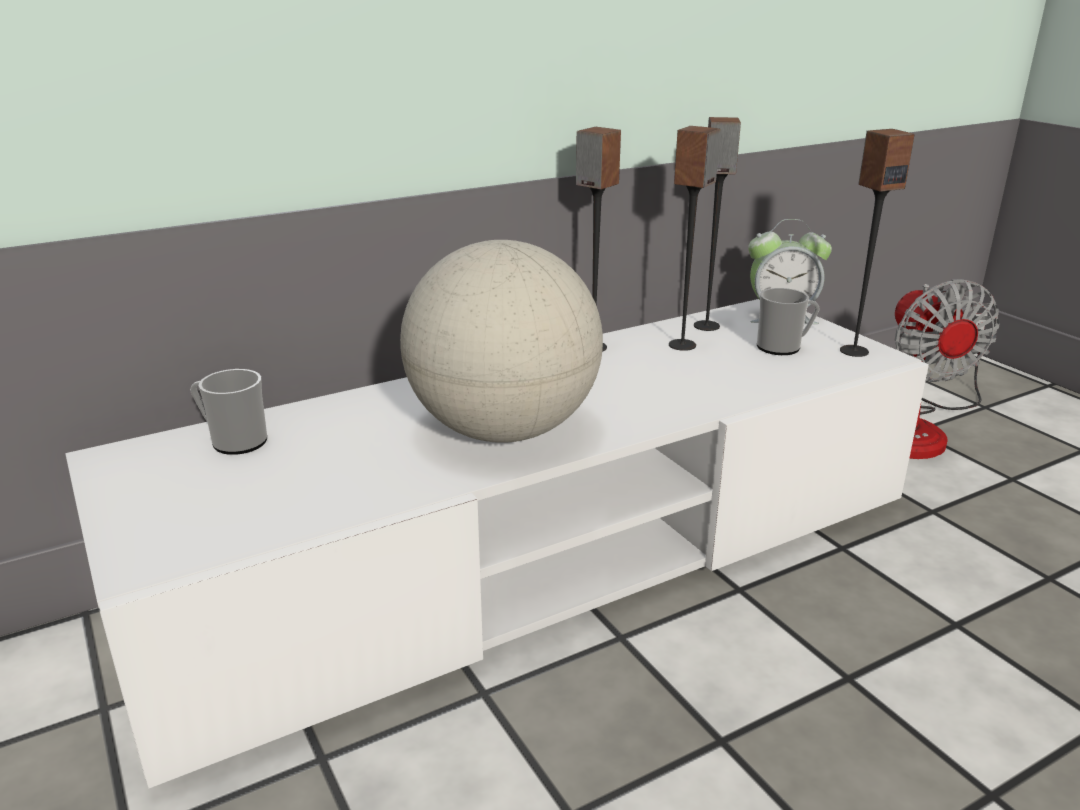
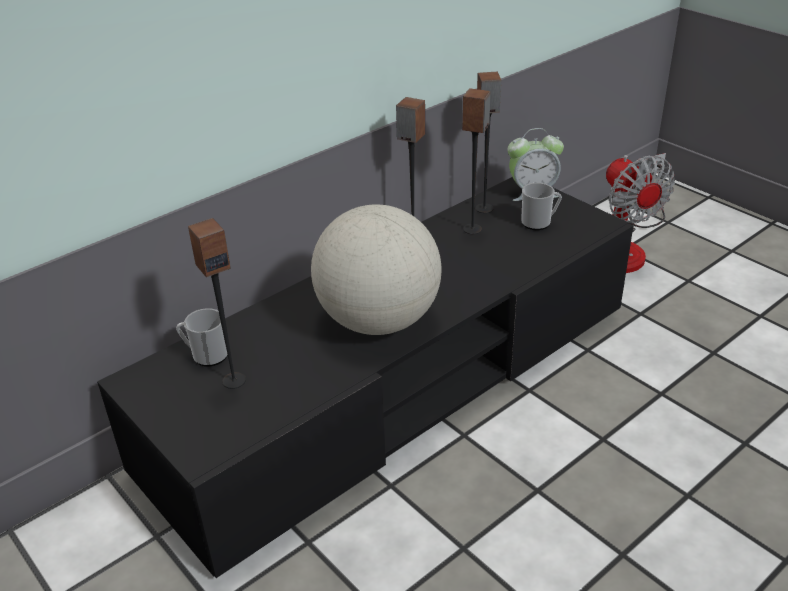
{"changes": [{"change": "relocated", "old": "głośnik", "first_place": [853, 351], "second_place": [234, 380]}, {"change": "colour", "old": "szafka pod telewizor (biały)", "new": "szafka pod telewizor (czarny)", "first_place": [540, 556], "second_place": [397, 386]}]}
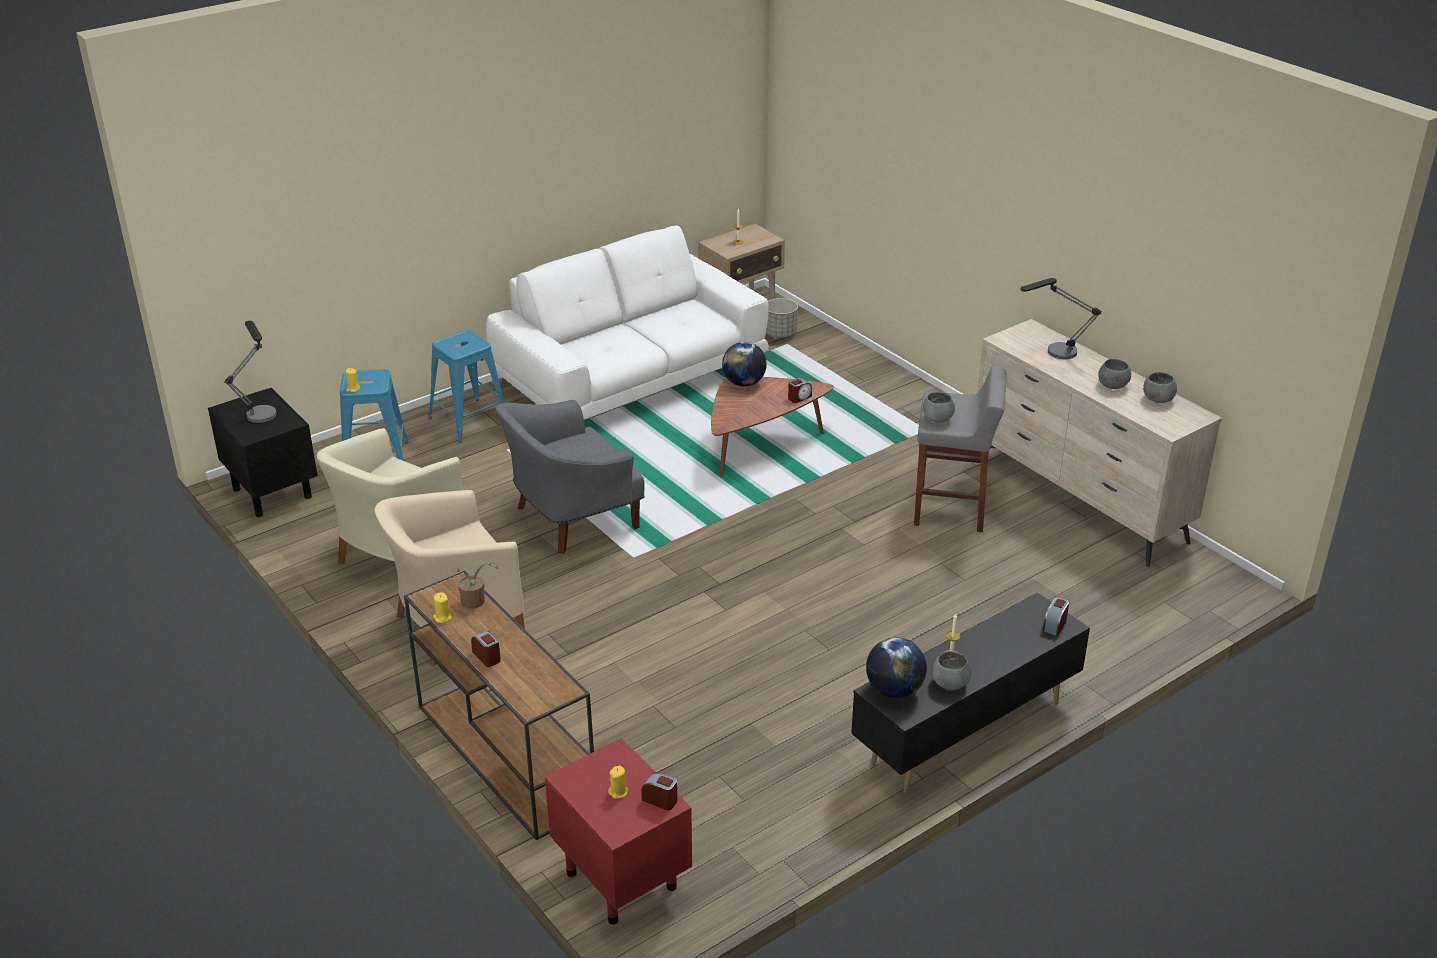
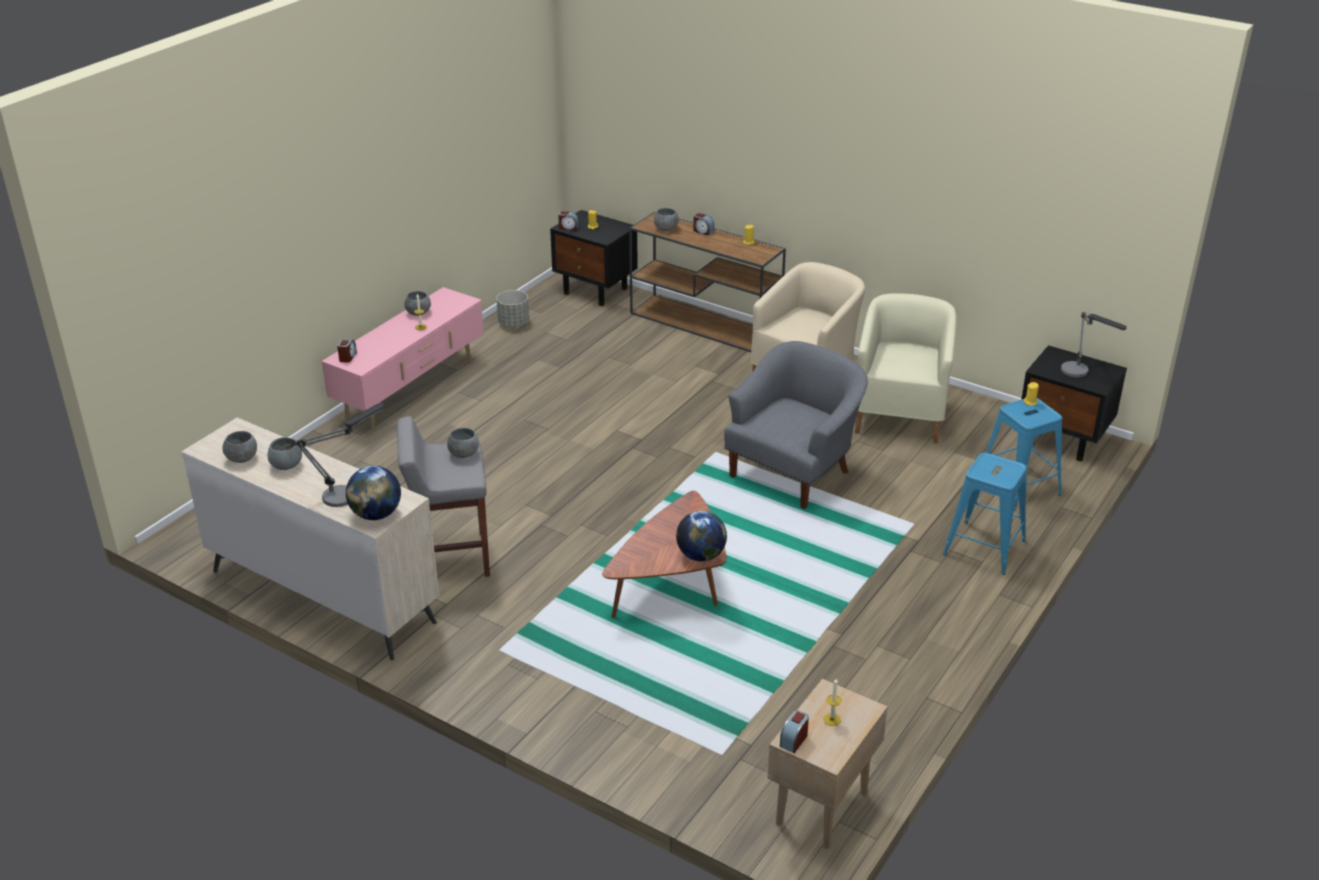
{"changes": [{"change": "missing", "old": "roślina doniczkowa", "first_place": [475, 603]}, {"change": "missing", "old": "kanapa (biały)", "first_place": [631, 377]}, {"change": "appeared", "new": "miska (szary)", "second_place": [665, 229]}, {"change": "relocated", "old": "donica (szary)", "first_place": [780, 333], "second_place": [514, 323]}, {"change": "relocated", "old": "budzik", "first_place": [799, 397], "second_place": [794, 740]}, {"change": "relocated", "old": "globus", "first_place": [894, 690], "second_place": [376, 514]}, {"change": "colour", "old": "szafka nocna (czerwony)", "new": "szafka nocna (czarny)", "first_place": [620, 879], "second_place": [596, 291]}, {"change": "colour", "old": "szafka pod telewizor (czarny)", "new": "szafka pod telewizor (różowy)", "first_place": [964, 733], "second_place": [411, 389]}]}
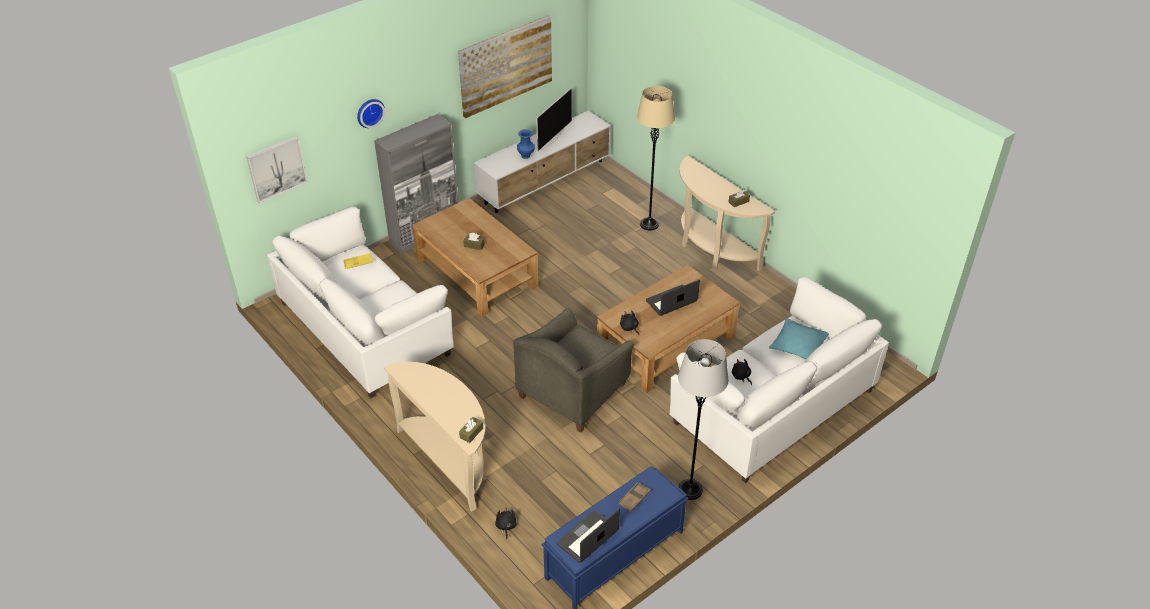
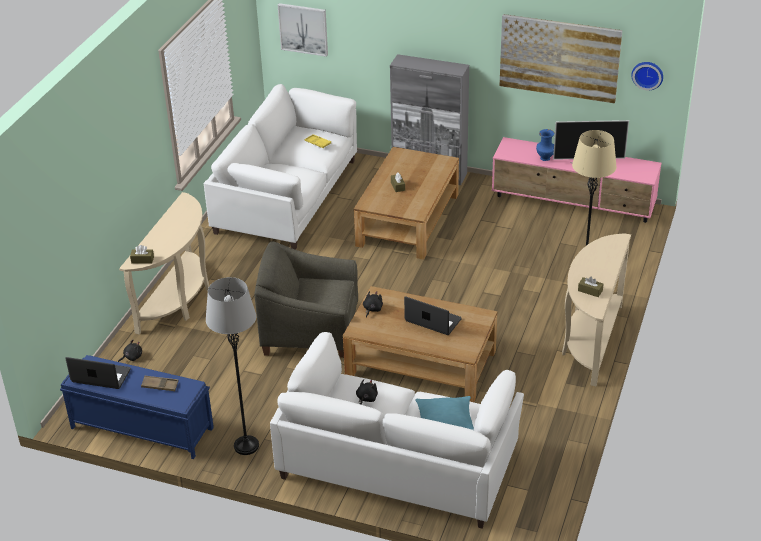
{"changes": [{"change": "relocated", "old": "zegar ścienny", "first_place": [369, 112], "second_place": [647, 74]}, {"change": "colour", "old": "szafka pod telewizor (biały)", "new": "szafka pod telewizor (różowy)", "first_place": [545, 182], "second_place": [573, 204]}]}
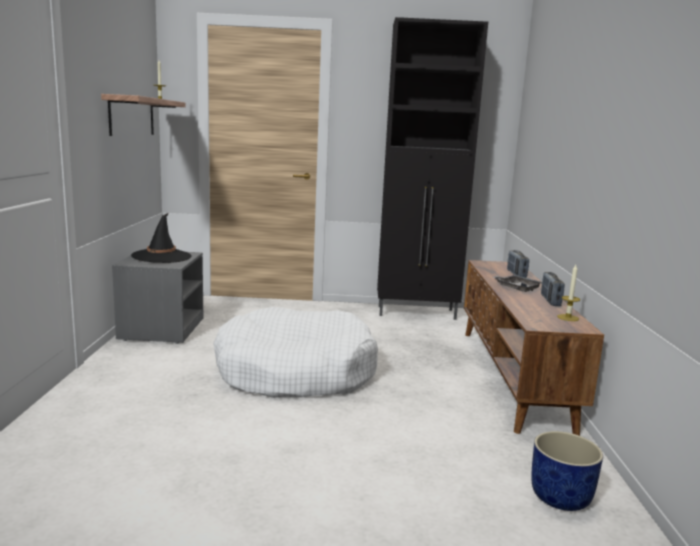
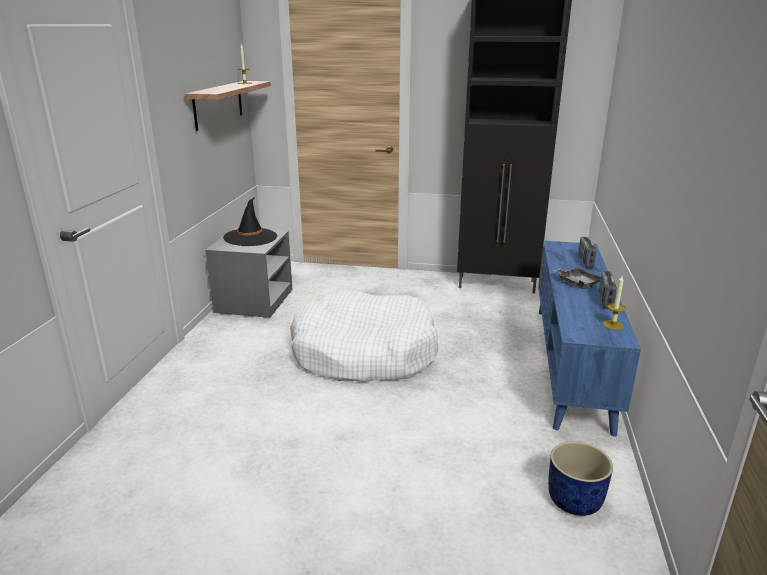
{"changes": [{"change": "colour", "old": "szafka pod telewizor (brązowy)", "new": "szafka pod telewizor (niebieski)", "first_place": [512, 376], "second_place": [571, 364]}]}
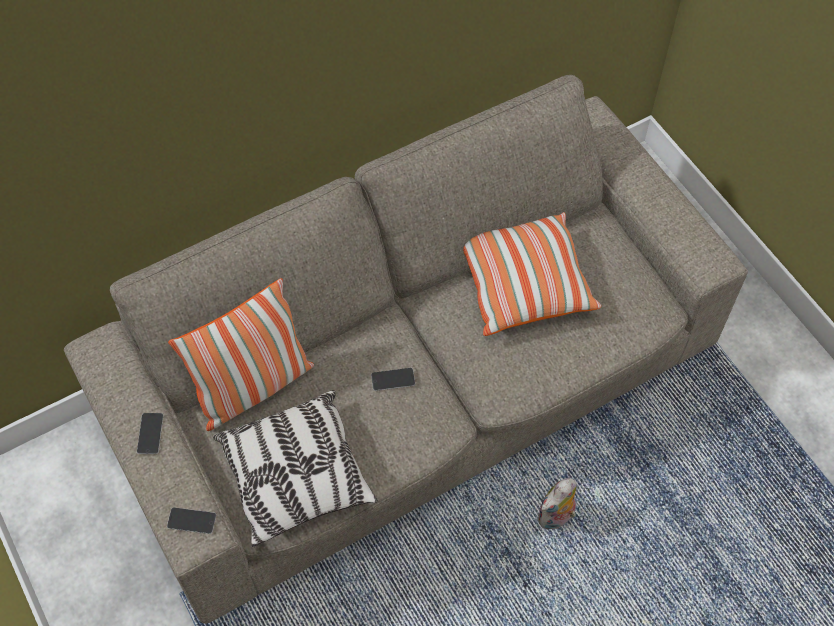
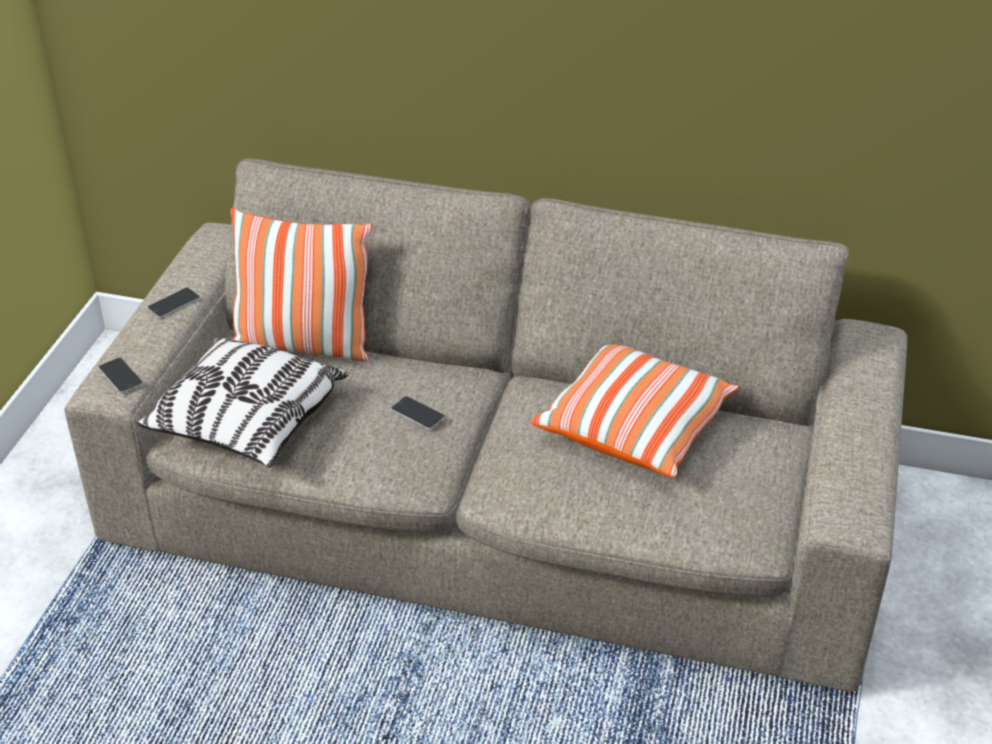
{"changes": [{"change": "missing", "old": "pluszak", "first_place": [556, 518]}]}
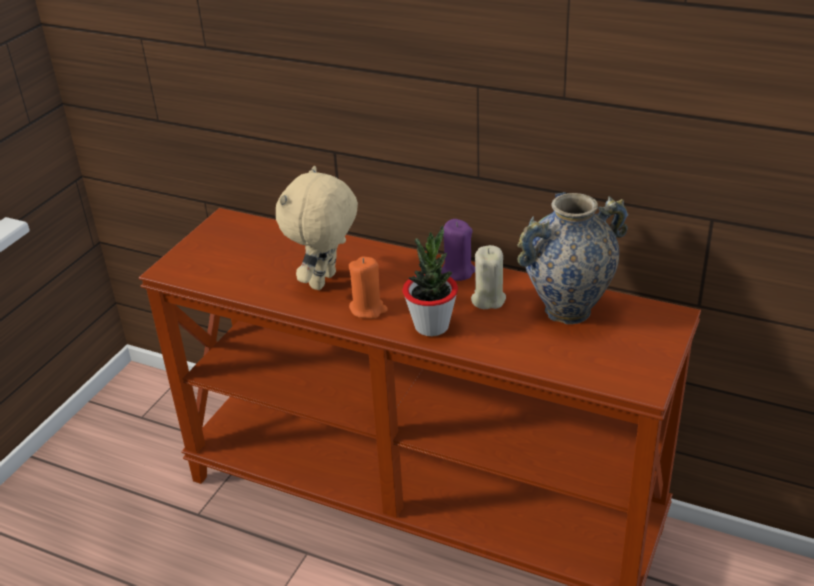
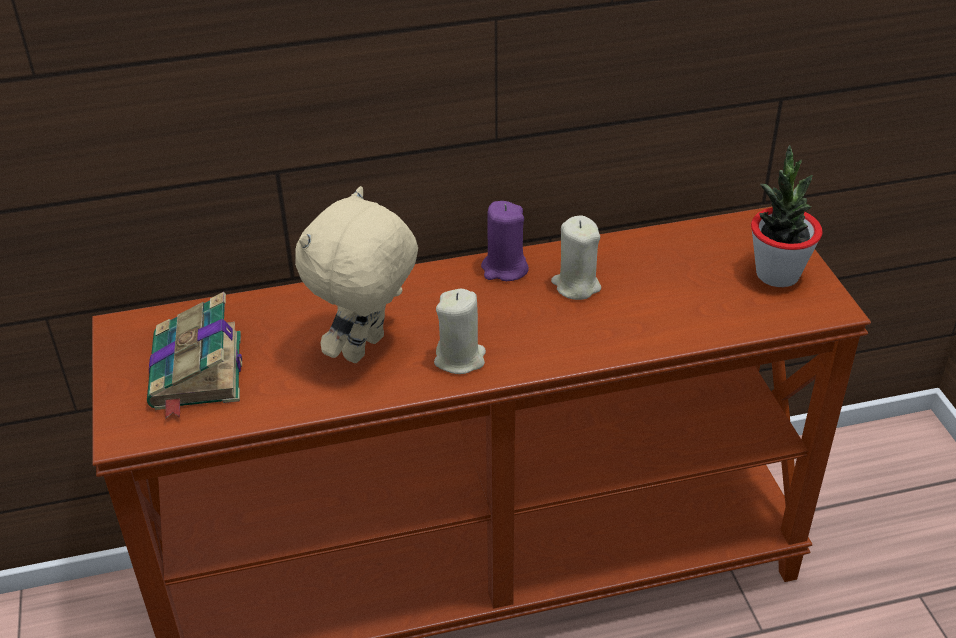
{"changes": [{"change": "missing", "old": "wazon", "first_place": [567, 311]}, {"change": "appeared", "new": "książka", "second_place": [197, 373]}, {"change": "relocated", "old": "roślina doniczkowa", "first_place": [431, 326], "second_place": [777, 274]}, {"change": "colour", "old": "świeca (pomarańczowy)", "new": "świeca (beżowy)", "first_place": [368, 309], "second_place": [460, 359]}, {"change": "spun", "old": "pluszak (beżowy)", "first_place": [325, 282], "second_place": [366, 350], "degrees": 45}]}
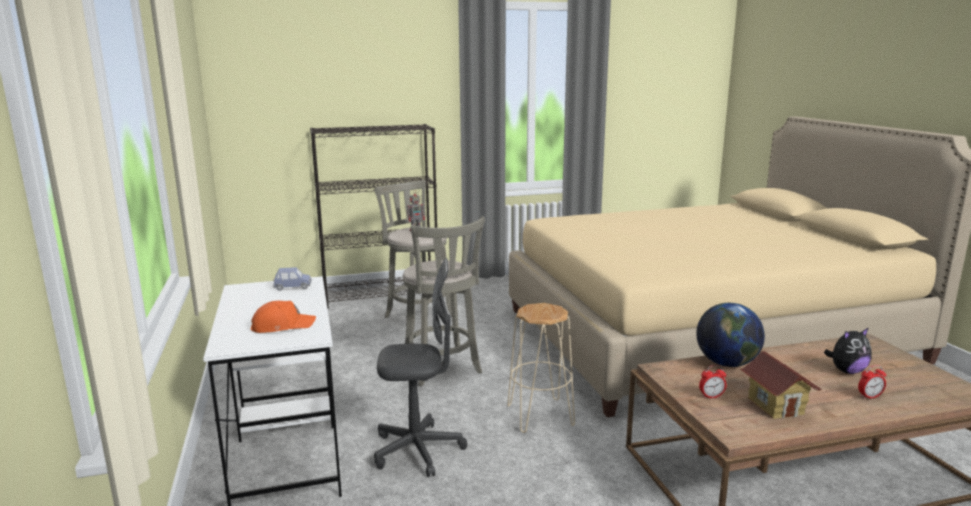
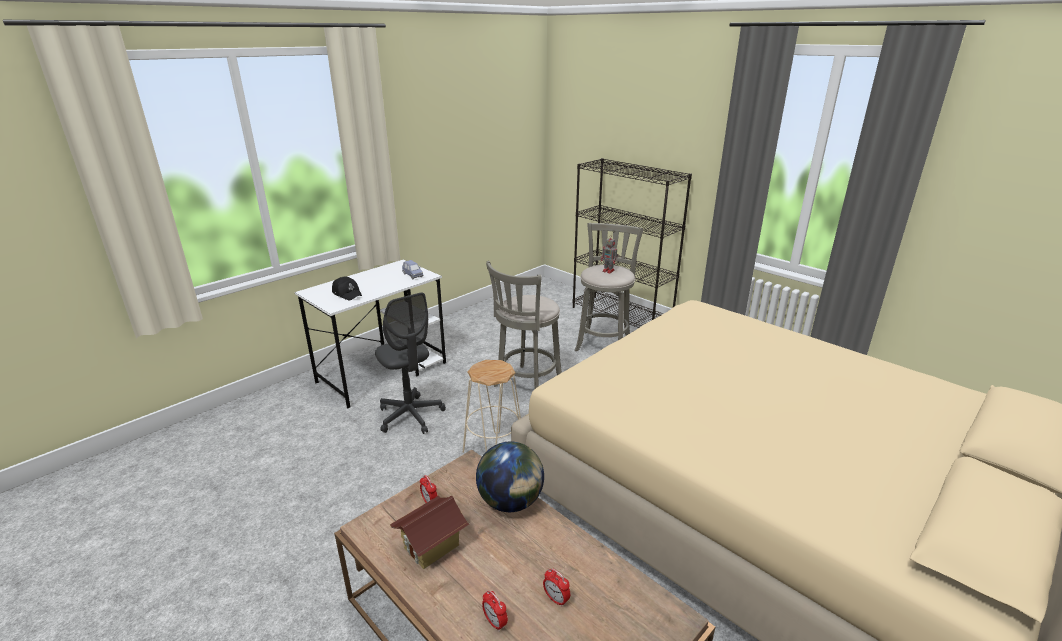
{"changes": [{"change": "exchanged", "old": "pluszak", "new": "budzik", "first_place": [847, 371], "second_place": [556, 599]}, {"change": "colour", "old": "czapka z daszkiem (pomarańczowy)", "new": "czapka z daszkiem (czarny)", "first_place": [282, 326], "second_place": [347, 293]}]}
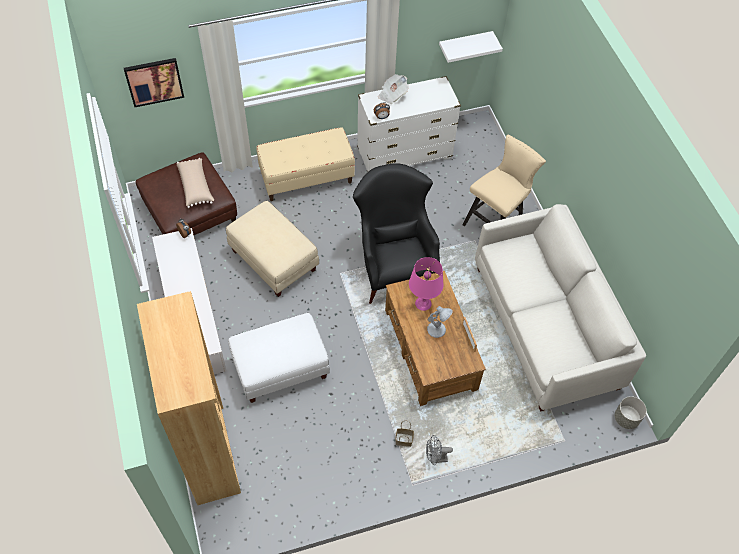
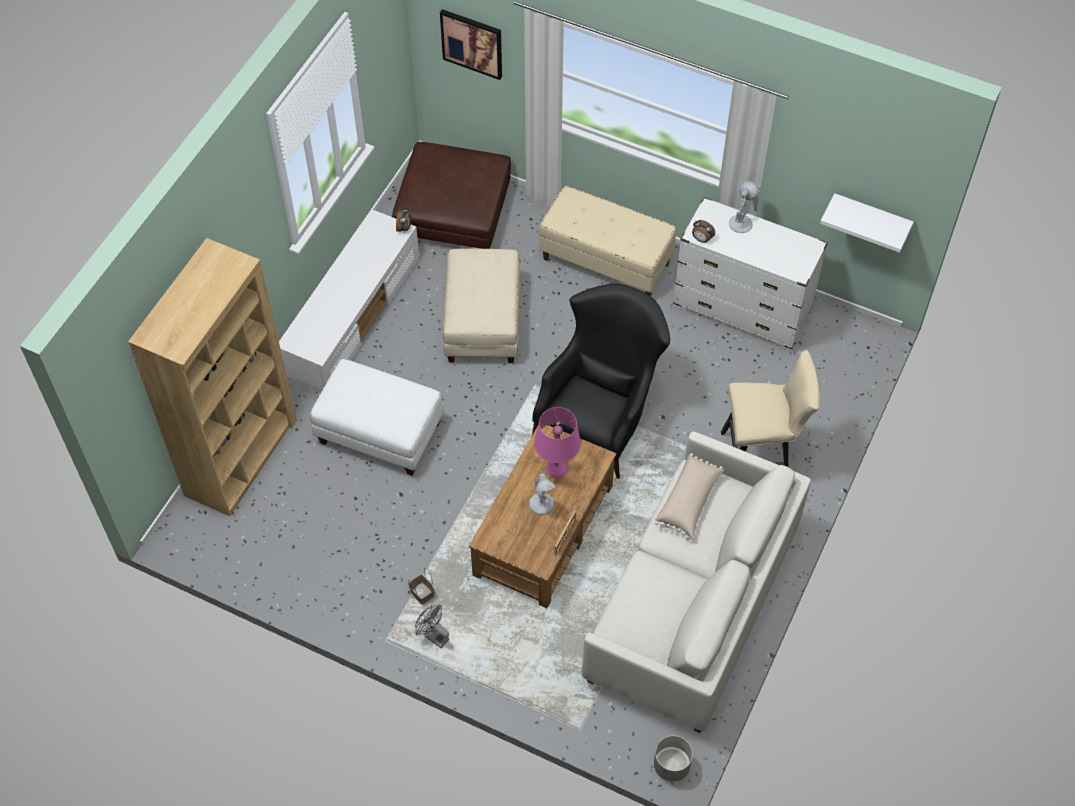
{"changes": [{"change": "relocated", "old": "poduszka (beżowy)", "first_place": [196, 187], "second_place": [689, 501]}, {"change": "exchanged", "old": "gazeta", "new": "lampa stołowa (biały)", "first_place": [392, 95], "second_place": [741, 222]}]}
